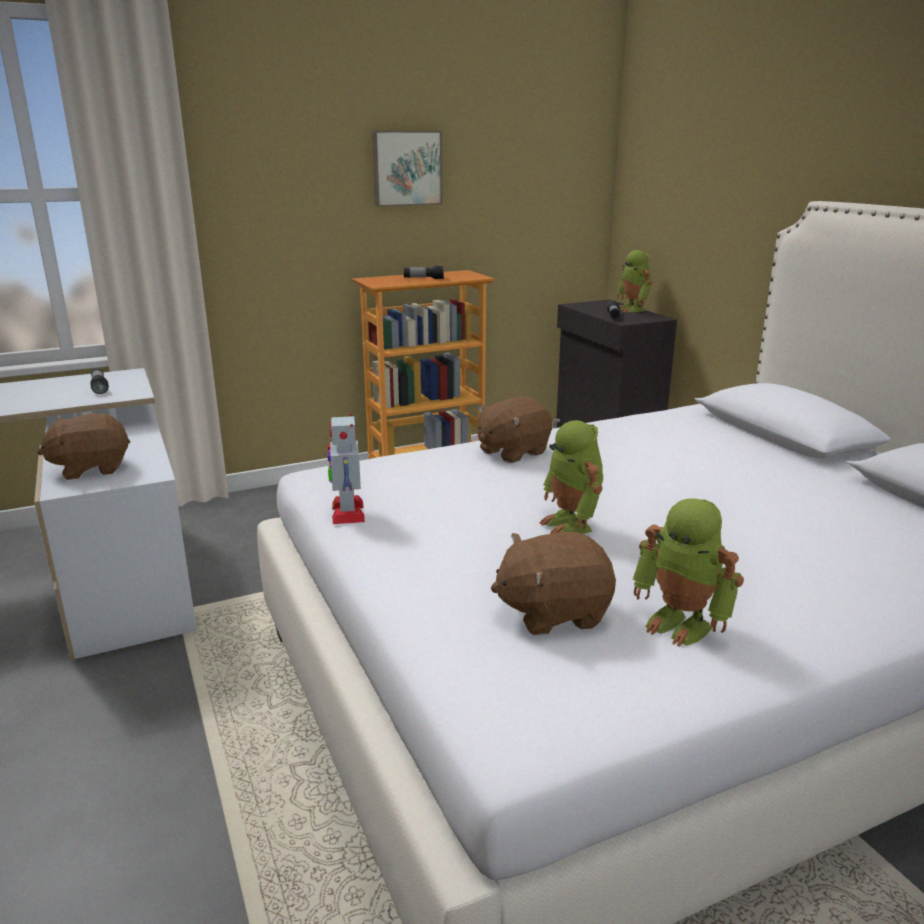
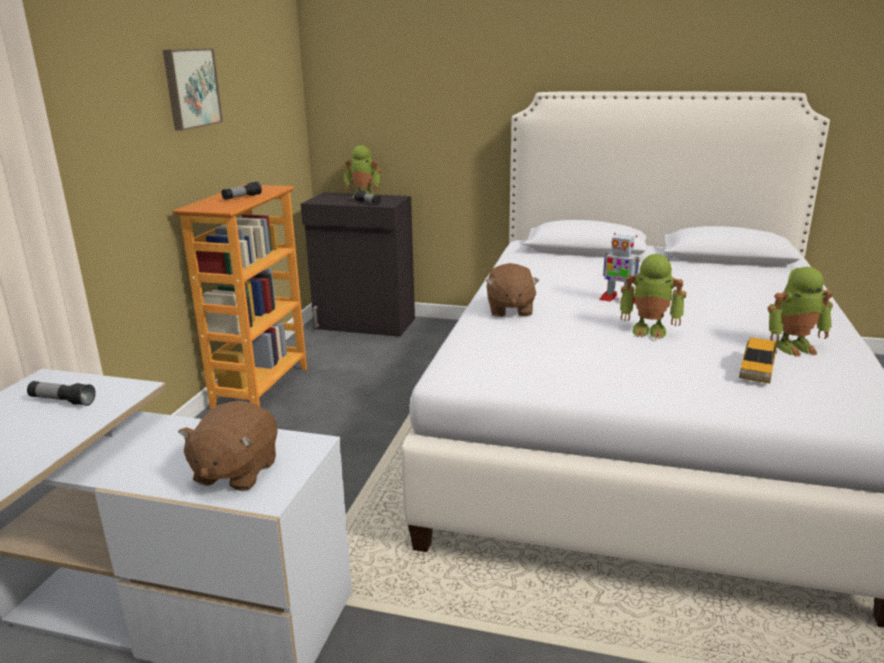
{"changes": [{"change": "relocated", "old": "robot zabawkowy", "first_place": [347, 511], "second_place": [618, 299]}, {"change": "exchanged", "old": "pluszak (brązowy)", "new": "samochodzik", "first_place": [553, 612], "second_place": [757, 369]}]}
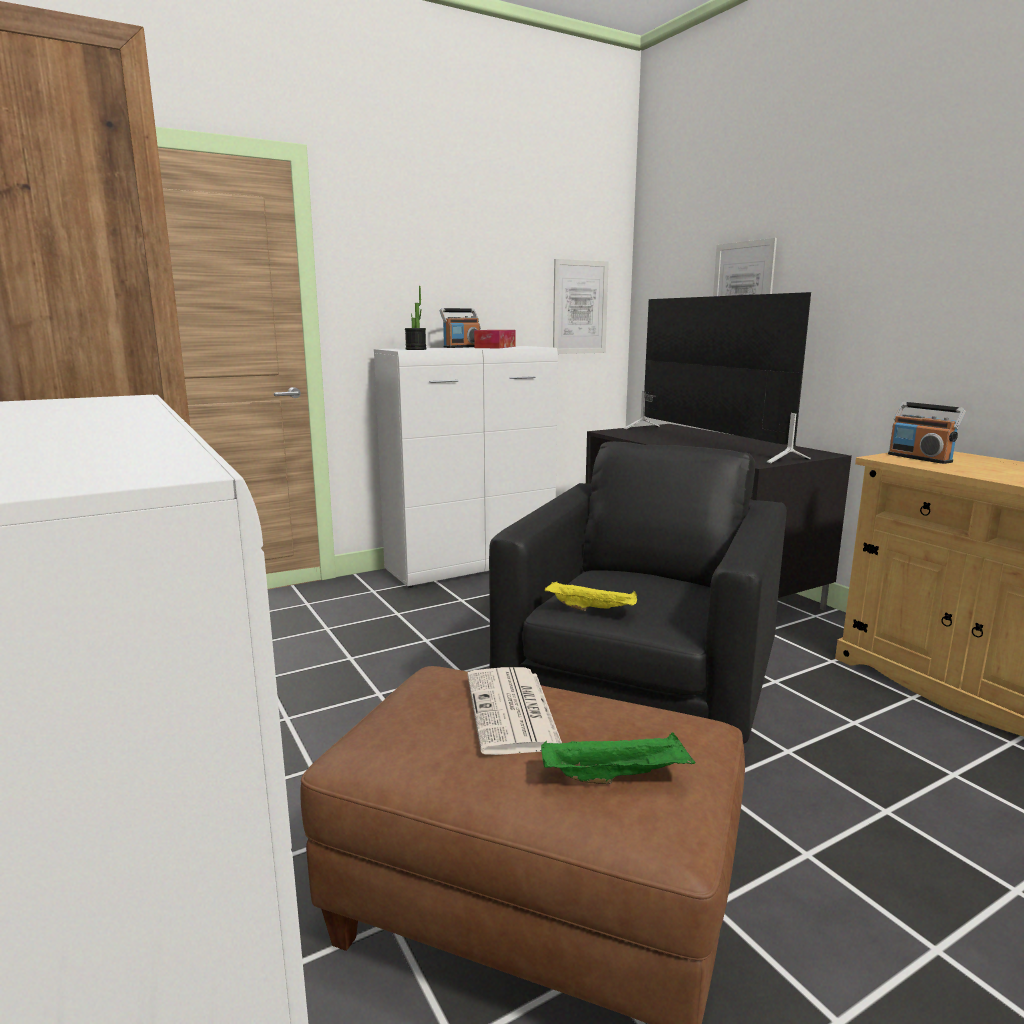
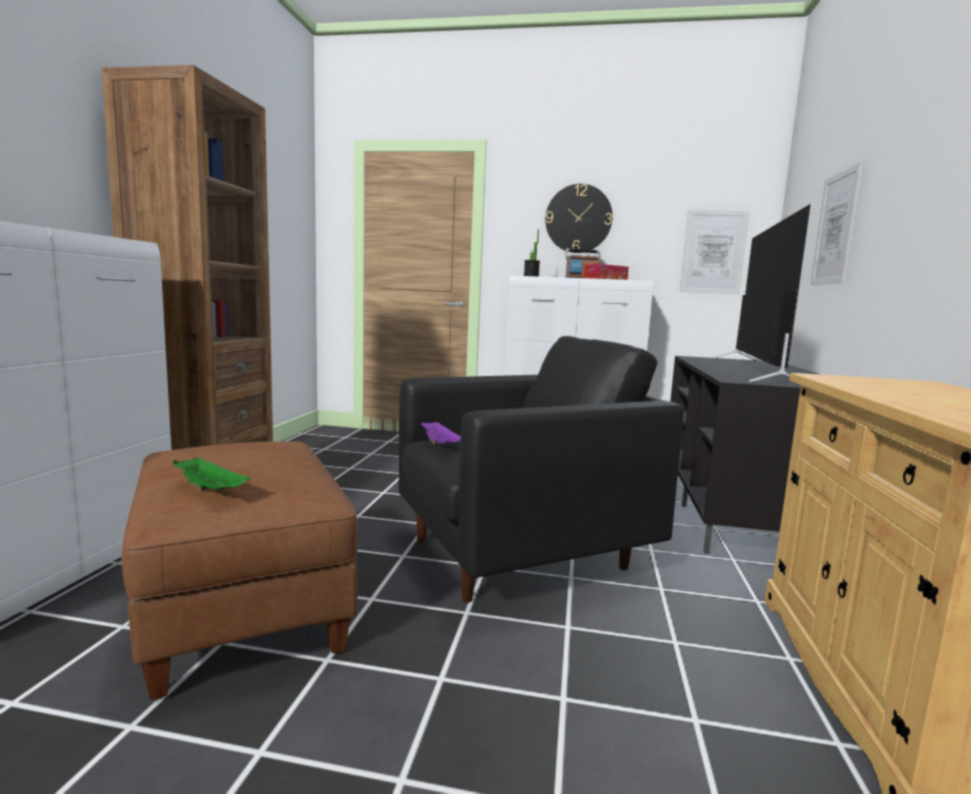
{"changes": [{"change": "missing", "old": "gazeta", "first_place": [513, 712]}, {"change": "missing", "old": "radio", "first_place": [920, 458]}, {"change": "appeared", "new": "zegar ścienny", "second_place": [578, 219]}, {"change": "colour", "old": "taca (żółty)", "new": "taca (fioletowy)", "first_place": [592, 609], "second_place": [441, 444]}]}
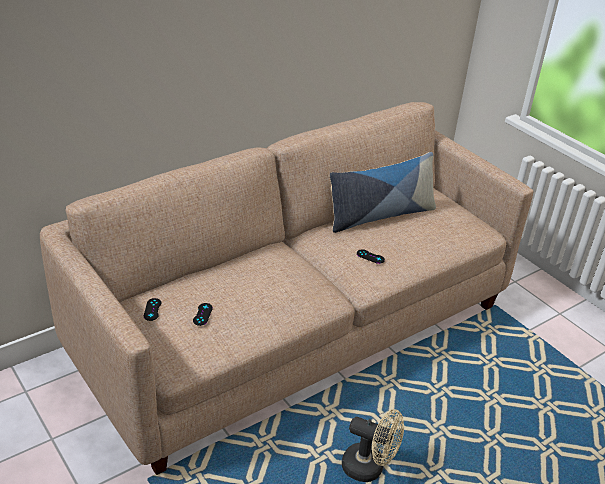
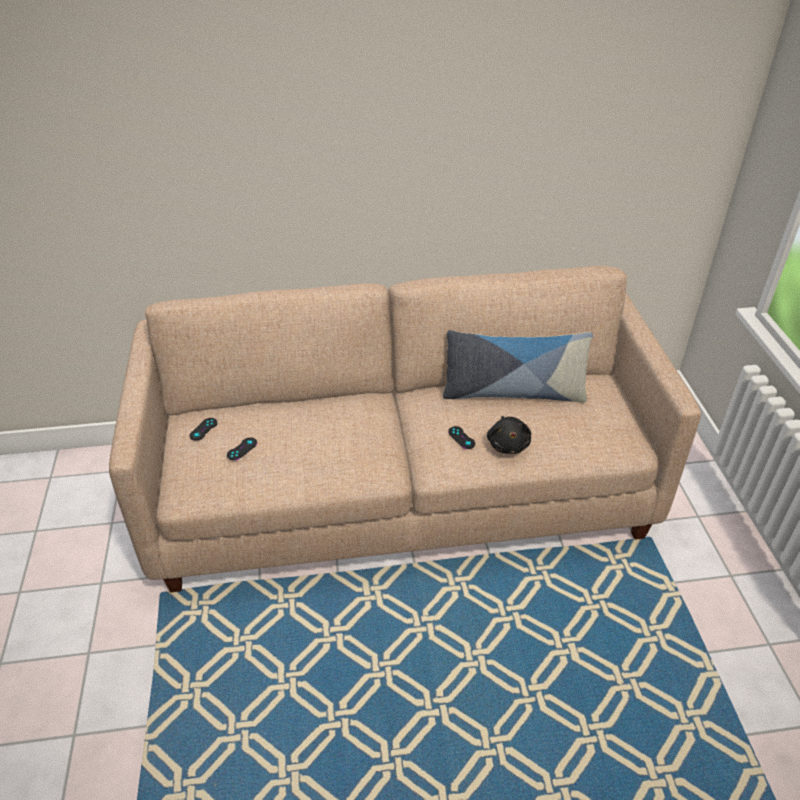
{"changes": [{"change": "missing", "old": "wentylator (beżowy)", "first_place": [369, 468]}, {"change": "appeared", "new": "pluszak (czarny)", "second_place": [508, 444]}]}
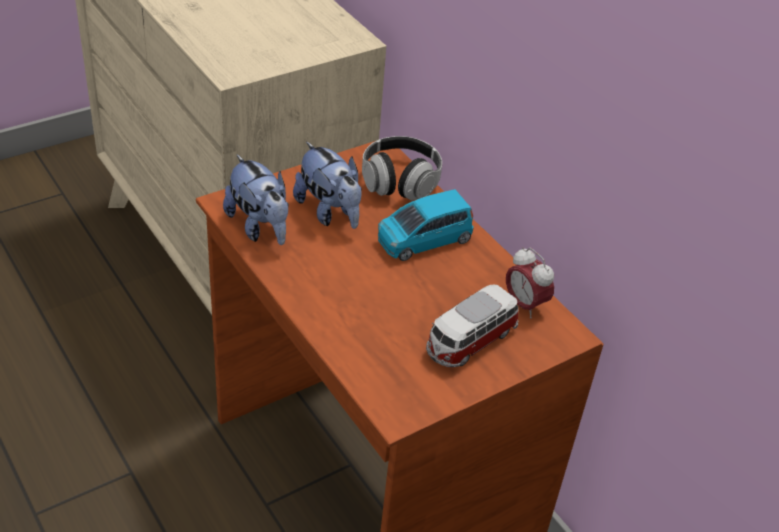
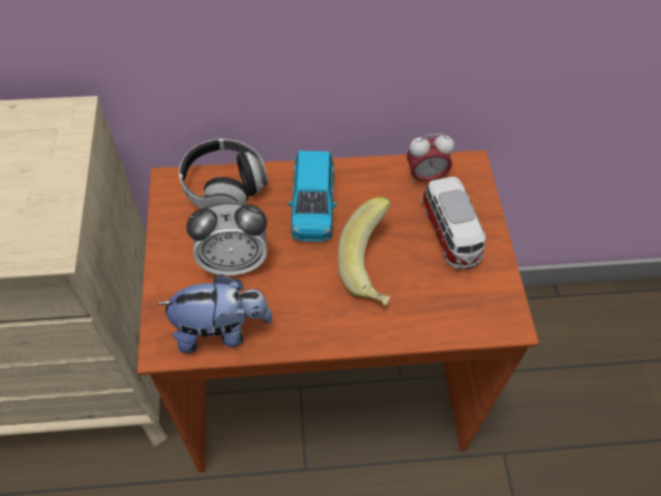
{"changes": [{"change": "appeared", "new": "banan", "second_place": [373, 267]}, {"change": "exchanged", "old": "pluszak", "new": "budzik", "first_place": [329, 212], "second_place": [233, 262]}]}
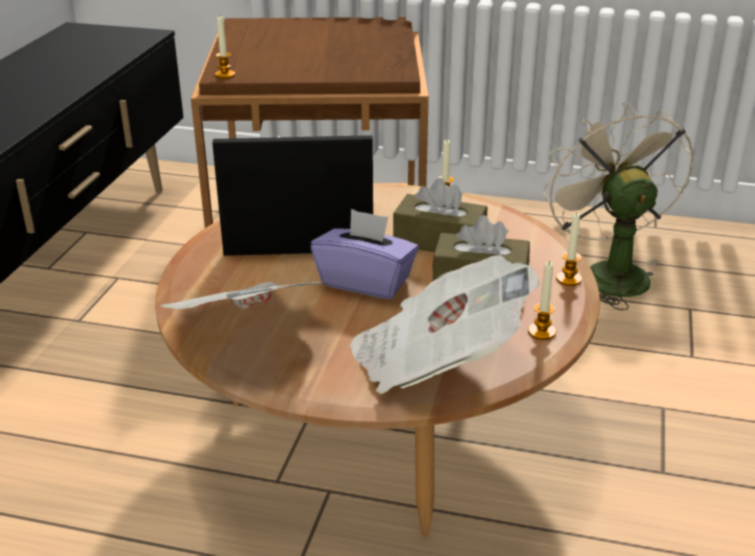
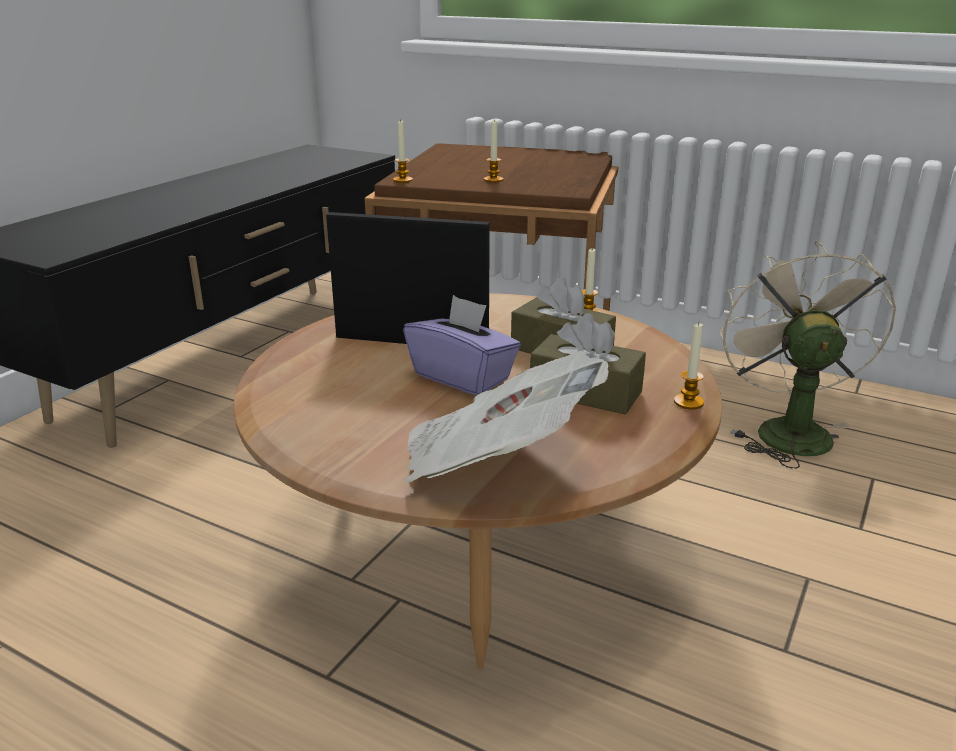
{"changes": [{"change": "missing", "old": "gazeta", "first_place": [248, 331]}, {"change": "relocated", "old": "świeca", "first_place": [541, 332], "second_place": [493, 180]}]}
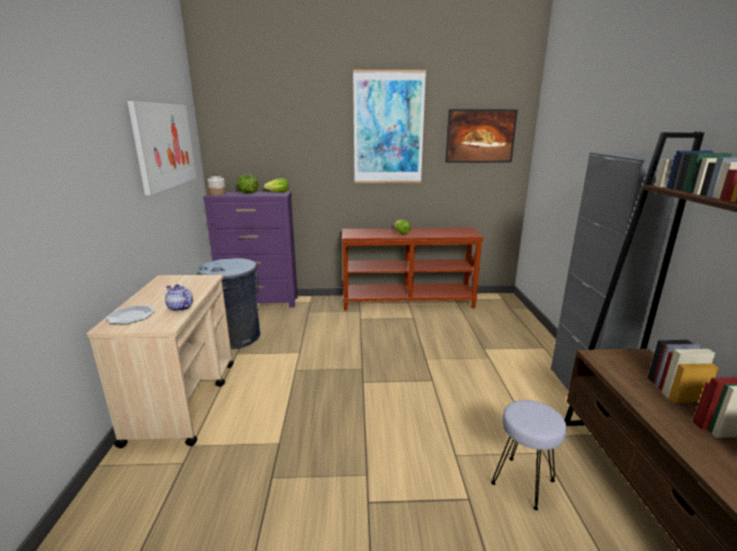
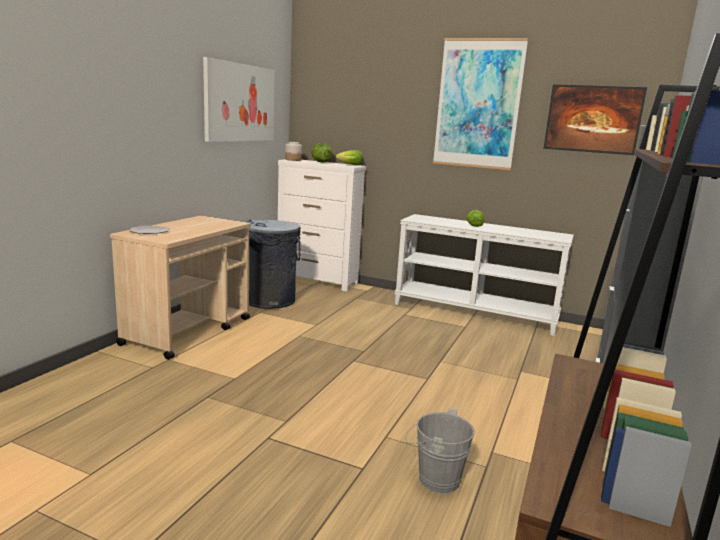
{"changes": [{"change": "missing", "old": "imbryk", "first_place": [179, 308]}, {"change": "exchanged", "old": "stołek (szary)", "new": "wiadro (szary)", "first_place": [523, 483], "second_place": [434, 478]}, {"change": "colour", "old": "komoda (fioletowy)", "new": "komoda (biały)", "first_place": [260, 302], "second_place": [317, 281]}, {"change": "colour", "old": "stolik konsolowy (brązowy)", "new": "stolik konsolowy (biały)", "first_place": [408, 301], "second_place": [475, 312]}]}
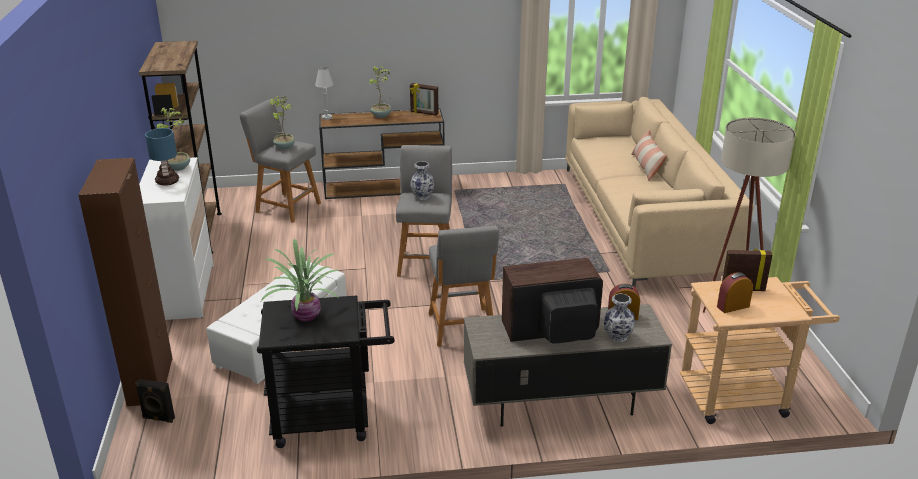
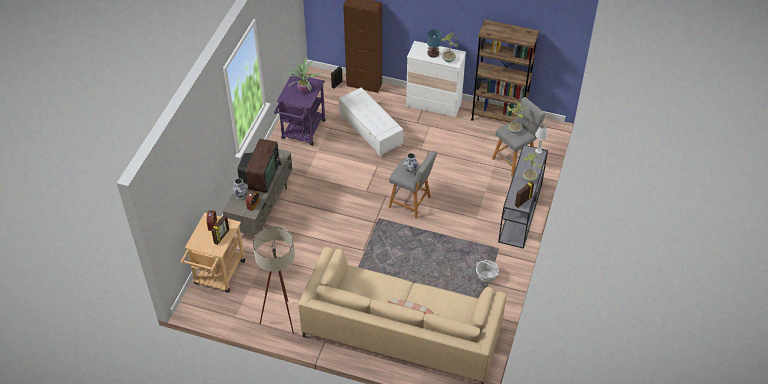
{"changes": [{"change": "missing", "old": "stołek (szary)", "first_place": [462, 329]}, {"change": "appeared", "new": "koszyk", "second_place": [486, 276]}, {"change": "colour", "old": "wózek (czarny)", "new": "wózek (fioletowy)", "first_place": [331, 418], "second_place": [302, 132]}, {"change": "colour", "old": "stolik konsolowy (brązowy)", "new": "stolik konsolowy (szary)", "first_place": [385, 187], "second_place": [520, 214]}]}
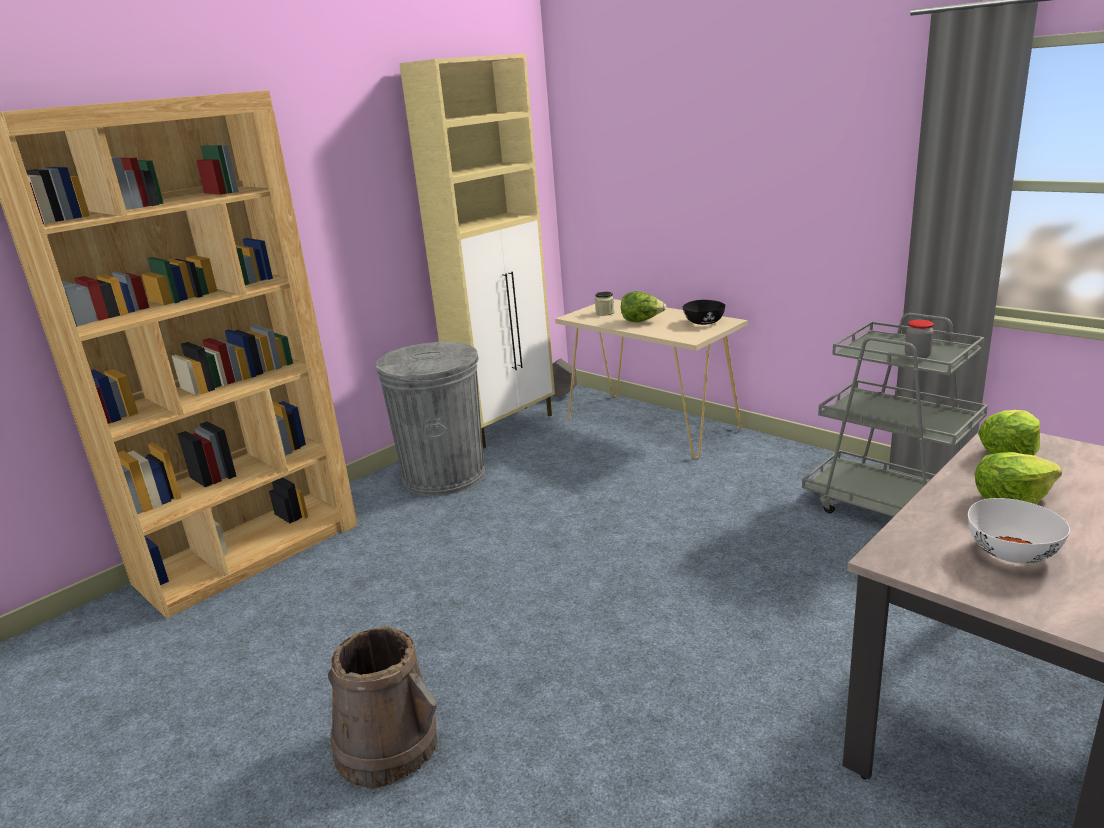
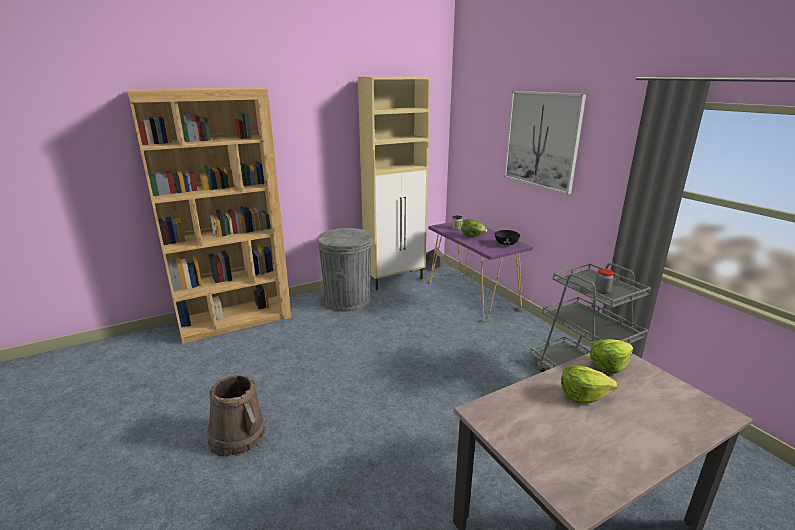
{"changes": [{"change": "missing", "old": "miska (biały)", "first_place": [1011, 552]}, {"change": "appeared", "new": "obraz", "second_place": [542, 140]}, {"change": "colour", "old": "stolik konsolowy (beżowy)", "new": "stolik konsolowy (fioletowy)", "first_place": [652, 425], "second_place": [473, 296]}]}
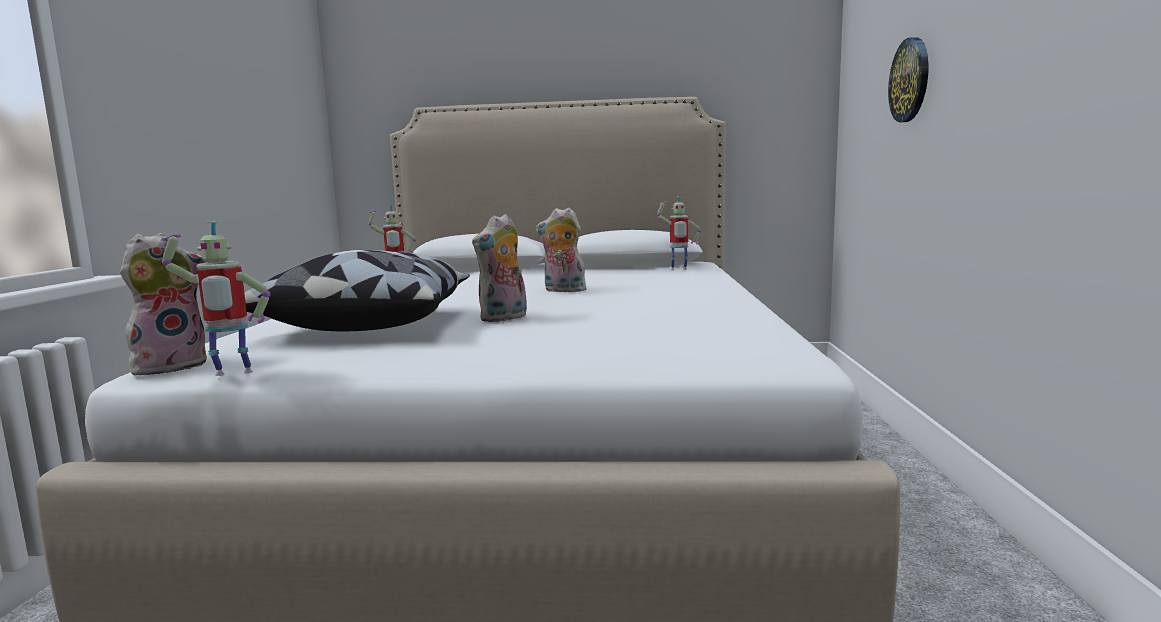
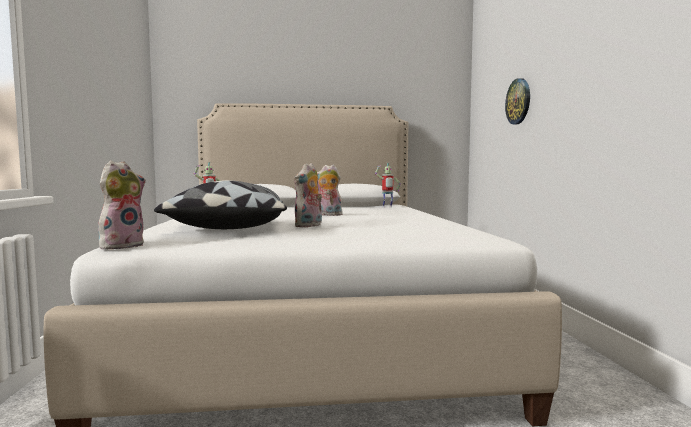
{"changes": [{"change": "missing", "old": "robot zabawkowy", "first_place": [231, 375]}]}
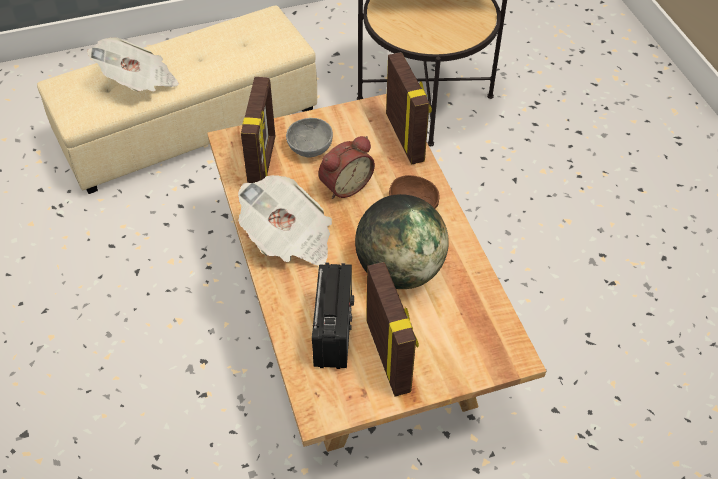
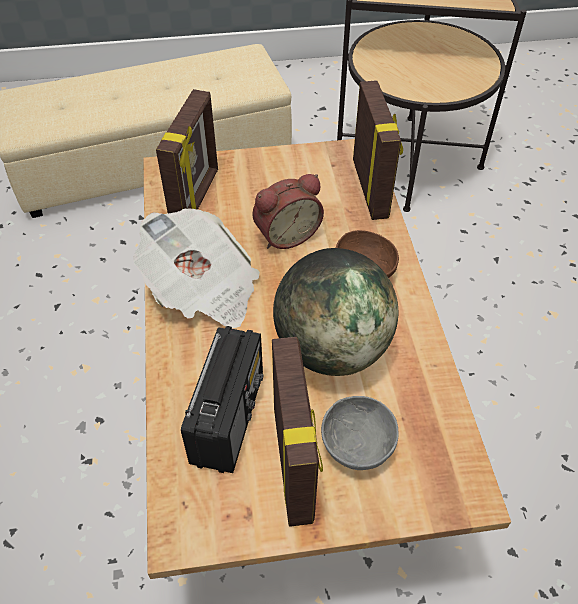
{"changes": [{"change": "missing", "old": "gazeta", "first_place": [139, 82]}, {"change": "relocated", "old": "miska (szary)", "first_place": [309, 148], "second_place": [356, 445]}]}
